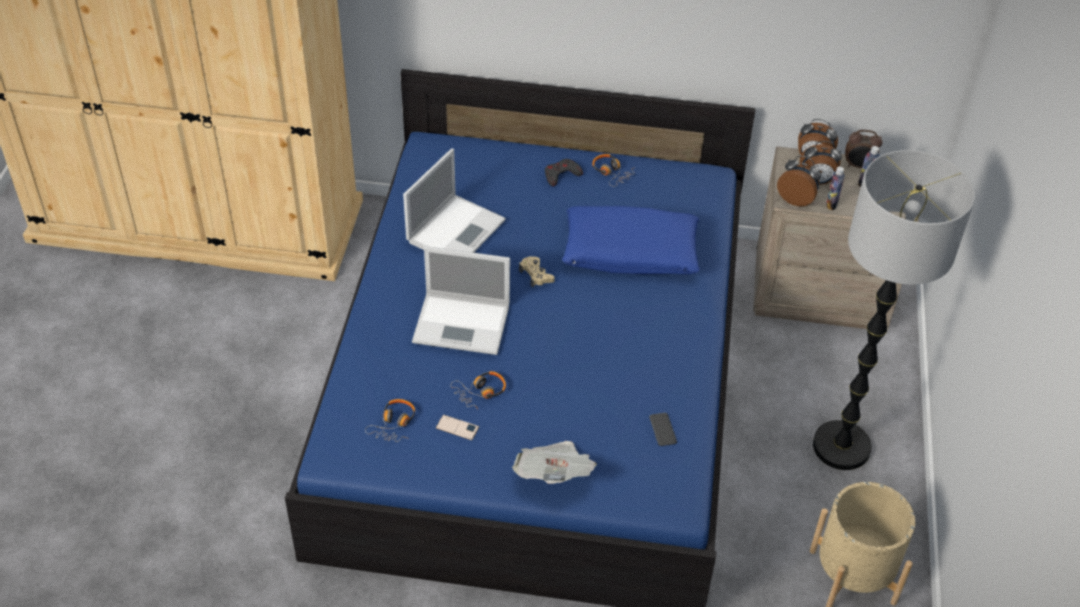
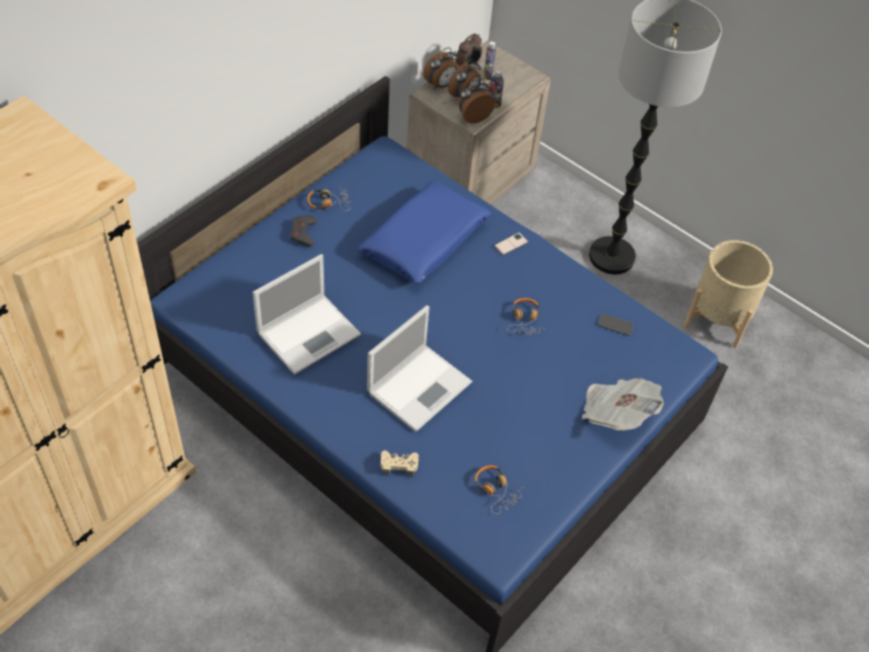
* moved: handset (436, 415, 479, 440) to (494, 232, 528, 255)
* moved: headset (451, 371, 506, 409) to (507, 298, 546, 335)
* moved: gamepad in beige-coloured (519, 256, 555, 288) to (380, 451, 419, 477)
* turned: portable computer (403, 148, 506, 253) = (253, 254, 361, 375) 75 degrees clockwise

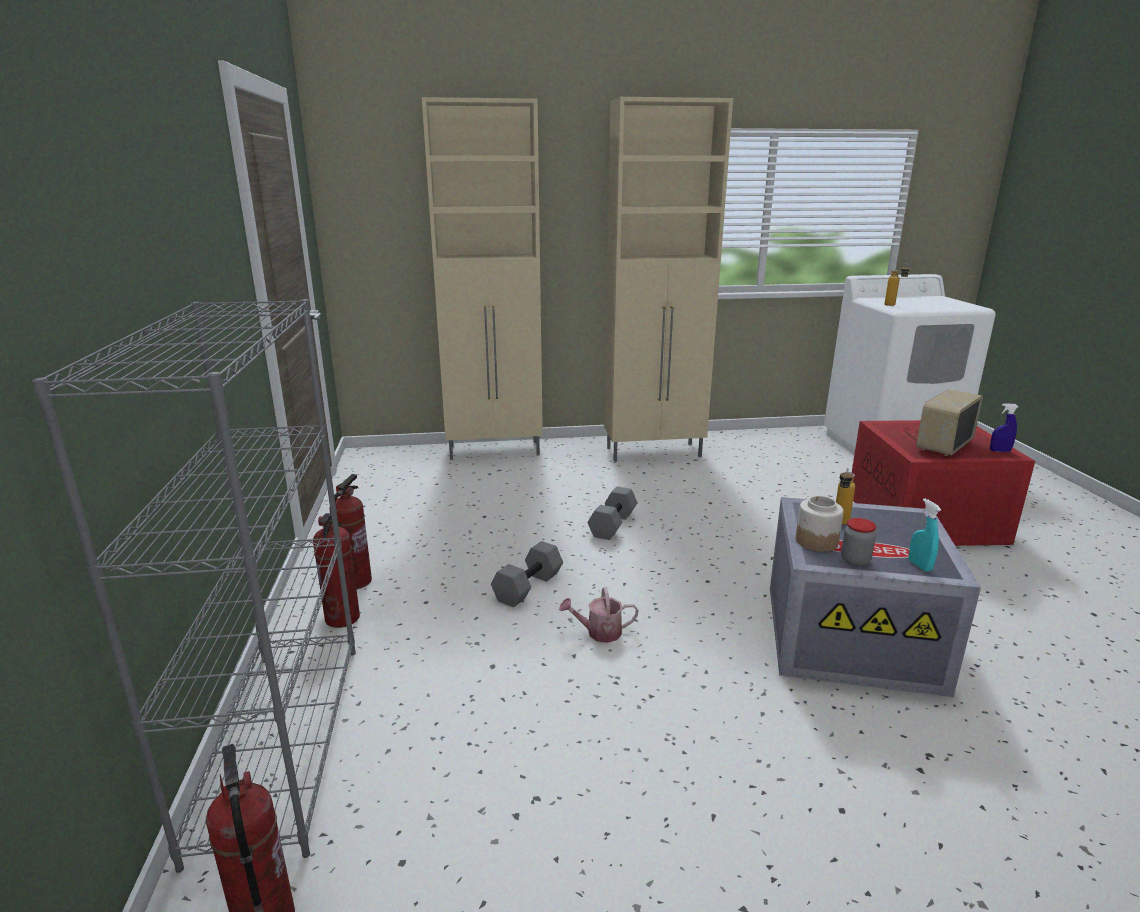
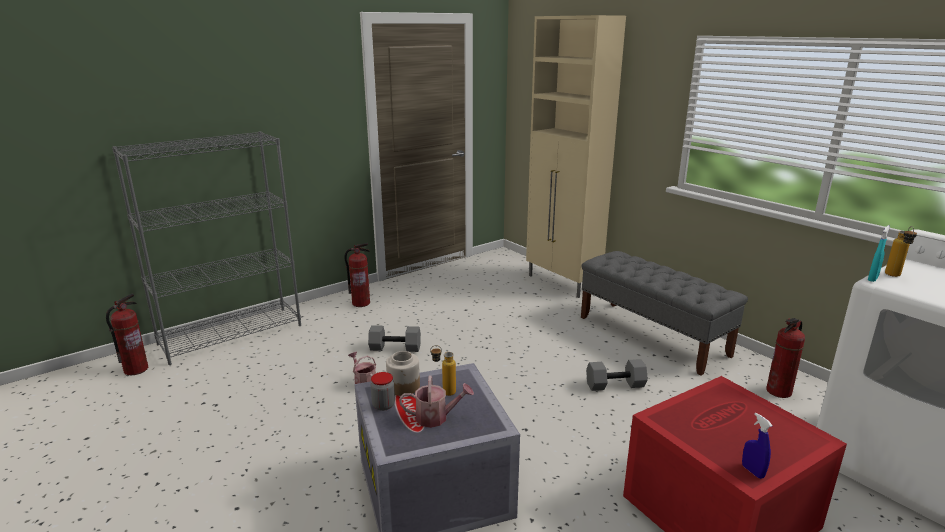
* removed: radio set (916, 389, 983, 456)
* added: watering can (399, 375, 474, 428)
* moved: fire extinguisher (313, 513, 360, 628) to (766, 318, 805, 398)
* moved: hand weight in gray (587, 486, 638, 540) to (586, 359, 648, 391)
* moved: hand sprayer in blue-green (909, 498, 941, 572) to (868, 225, 890, 282)
* replaced: cupboard in beige-coloured (604, 97, 733, 462) to bench in gray (581, 251, 748, 376)

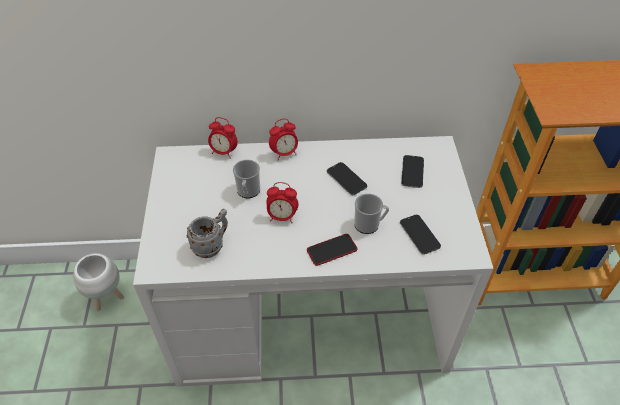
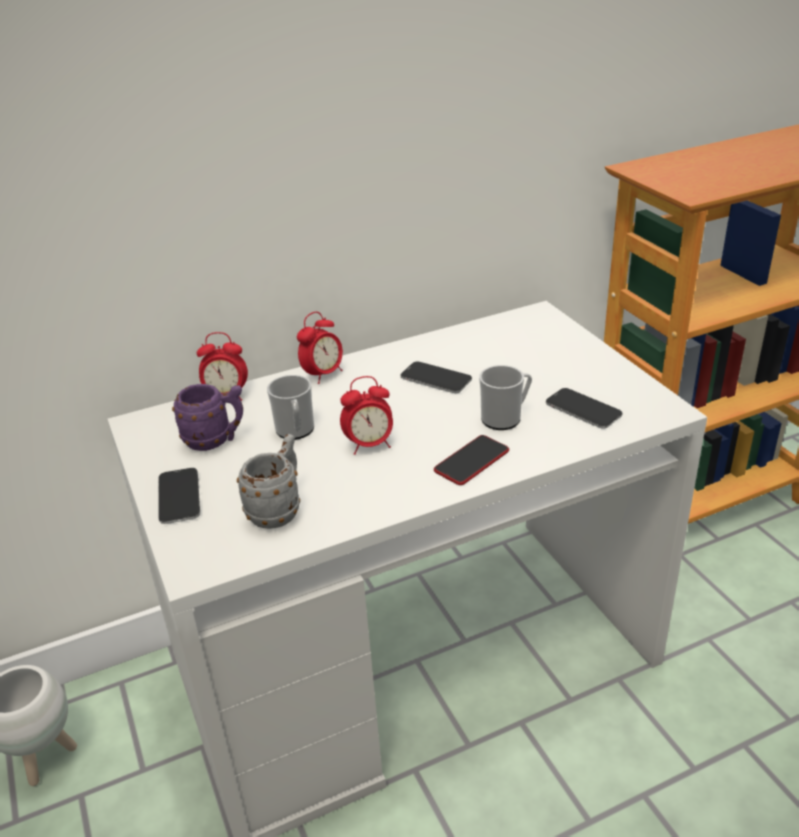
* added: tea mug in purple (172, 384, 243, 451)
* moved: handset (401, 155, 424, 188) to (158, 468, 200, 524)

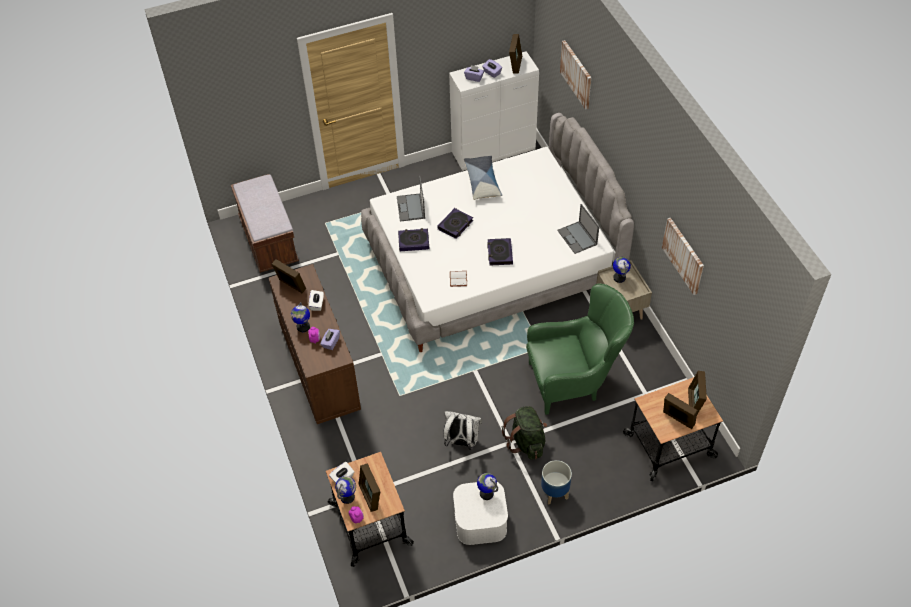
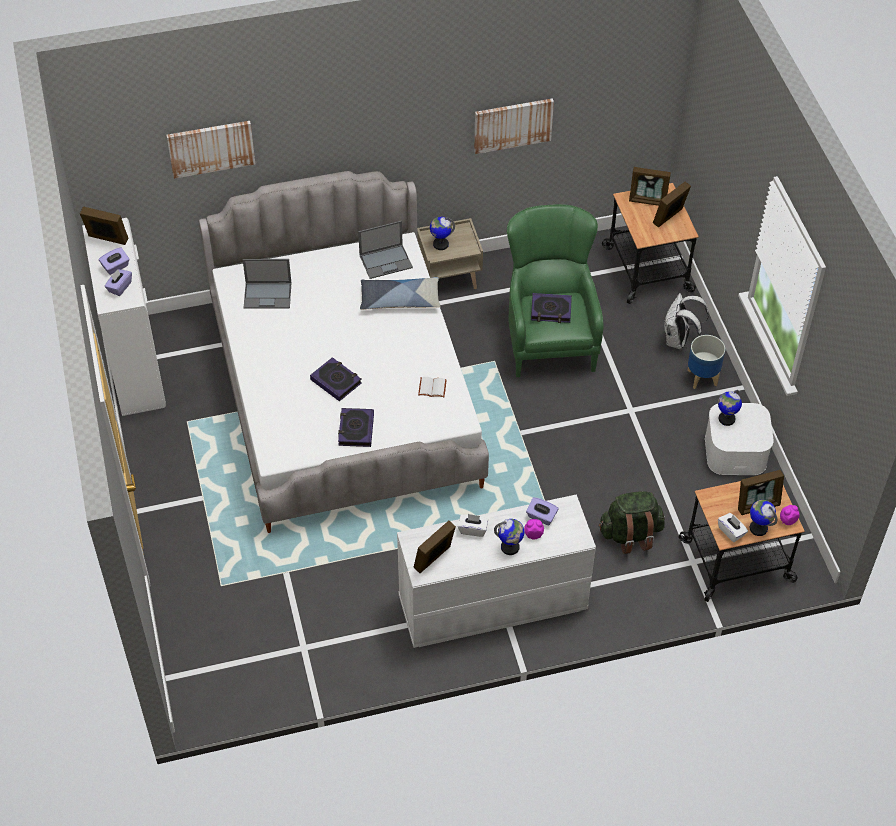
* removed: bench in brown (231, 174, 299, 273)
* moved: portable computer (397, 176, 425, 221) to (243, 259, 291, 309)
* moved: backpack in whitish (443, 411, 482, 450) to (664, 293, 709, 349)
* moved: throw pillow (464, 156, 502, 200) to (360, 277, 440, 310)
* moved: bound book (488, 238, 513, 266) to (531, 293, 572, 323)
* moved: backpack in green (502, 406, 547, 460) to (599, 491, 665, 554)
* recoloured: chest of drawers in brown (269, 264, 361, 424) to chest of drawers in whitish (397, 494, 596, 648)

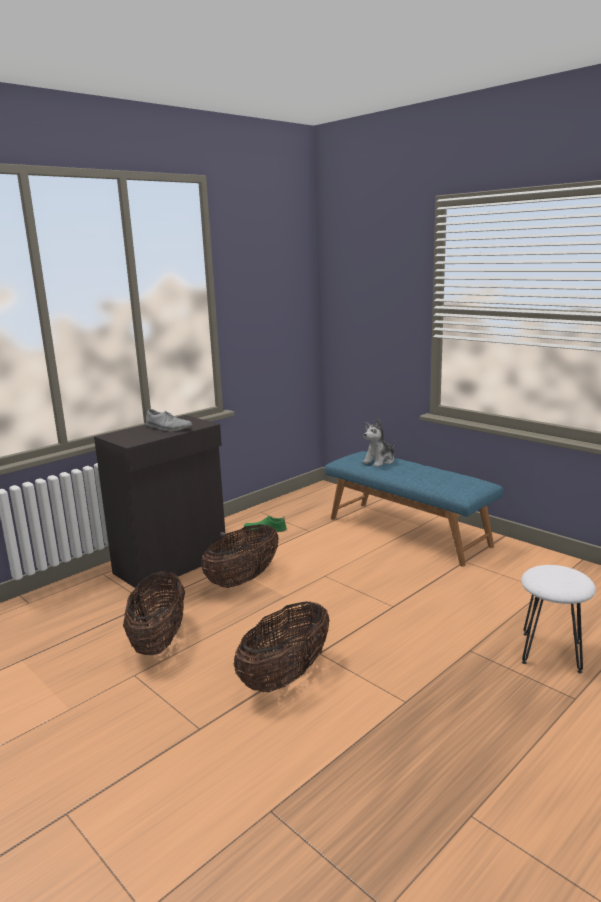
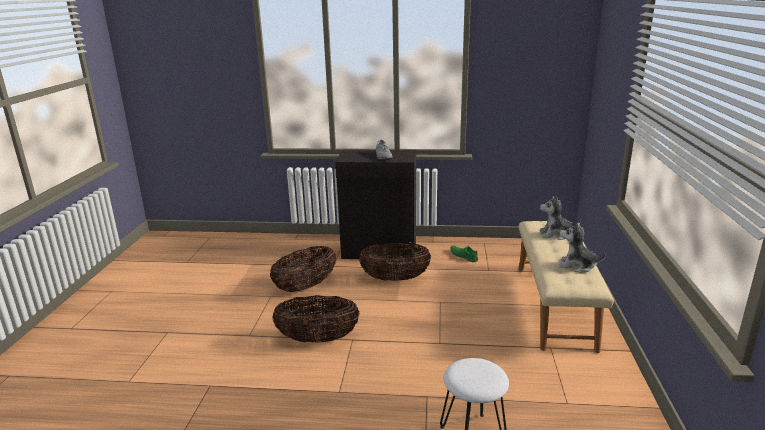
* added: plush toy (559, 223, 606, 272)
* recoloured: bench in blue (325, 451, 503, 567) to bench in beige-coloured (519, 221, 614, 353)

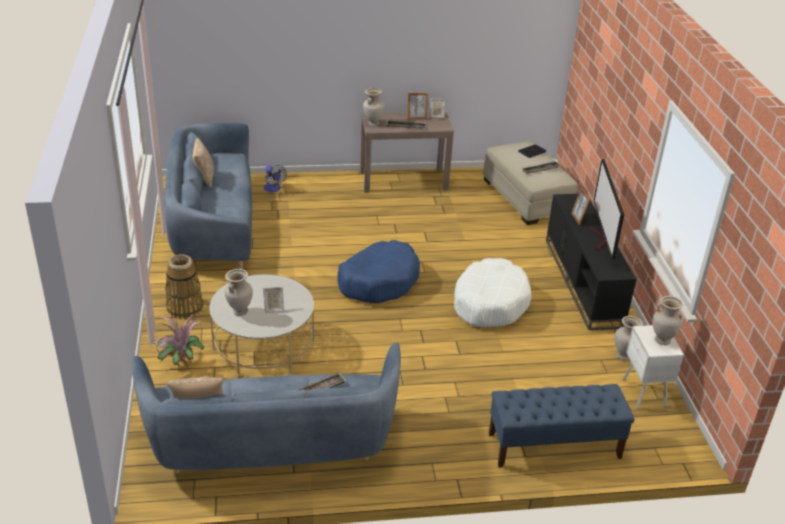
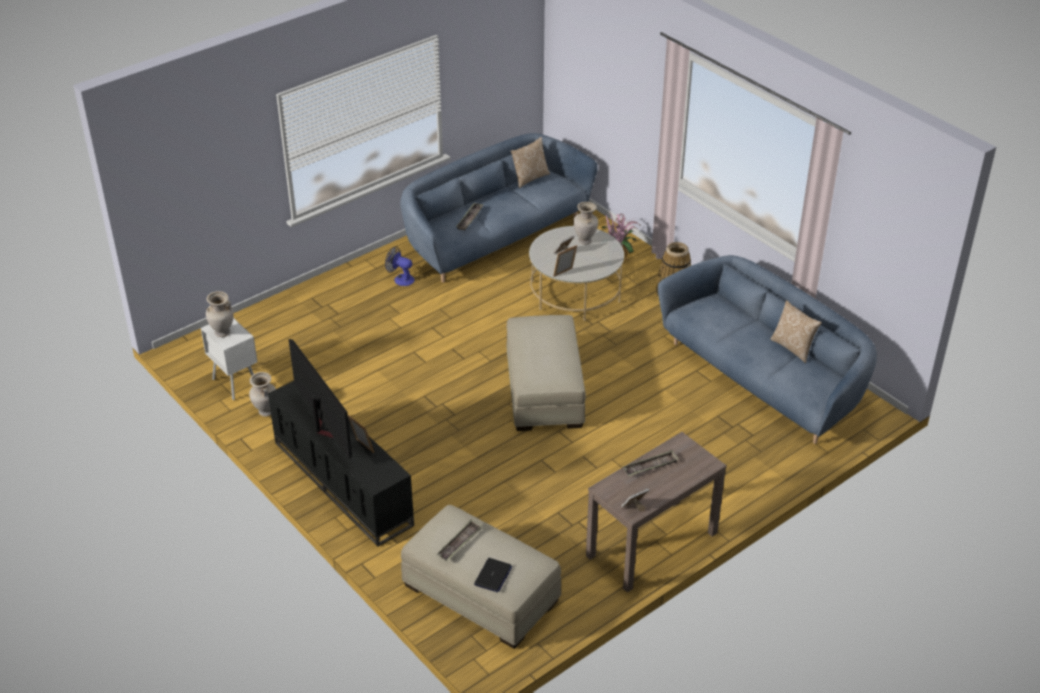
* removed: decorative vase in beige-coloured (363, 88, 385, 126)
* removed: pet bed in whitish (454, 258, 531, 327)
* removed: bench in blue (489, 384, 634, 467)
* moved: fan (264, 165, 287, 192) to (385, 246, 415, 286)
* moved: picture frame (407, 93, 428, 119) to (553, 245, 577, 277)
* replaced: pet bed in blue (337, 240, 420, 303) to pouffe in beige-coloured (506, 315, 586, 431)

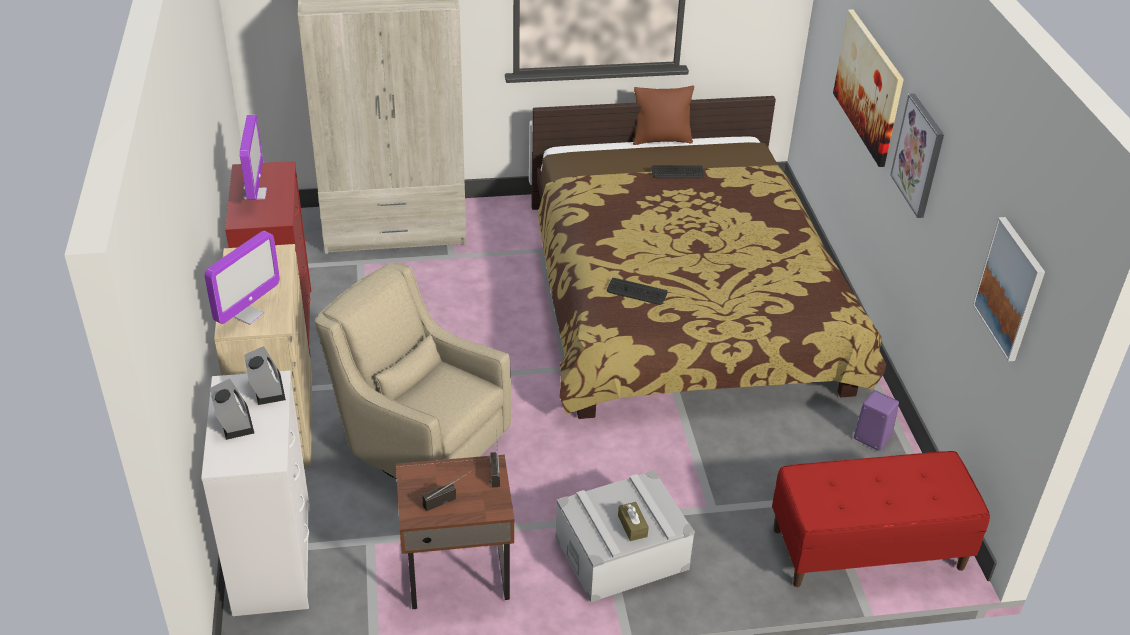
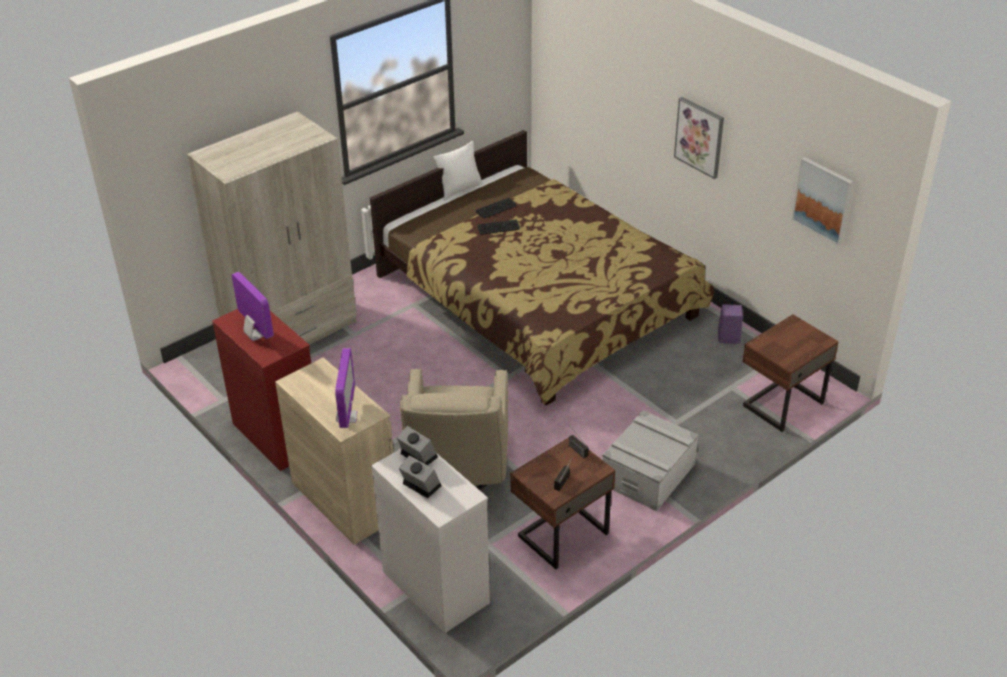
* removed: tissue holder in brown (618, 502, 649, 541)
* removed: wall art (833, 9, 904, 167)
* moved: PC keyboard (607, 278, 667, 305) to (477, 220, 520, 234)
* replaced: bench in red-coloured (772, 451, 990, 587) to bedside table in brown (743, 314, 839, 432)
* recoloured: throw pillow in brown (633, 86, 694, 145) to throw pillow in whitish (434, 141, 483, 201)
* turned: lounge chair in beige-coloured (315, 263, 511, 479) = (400, 369, 508, 490) 90 degrees counterclockwise

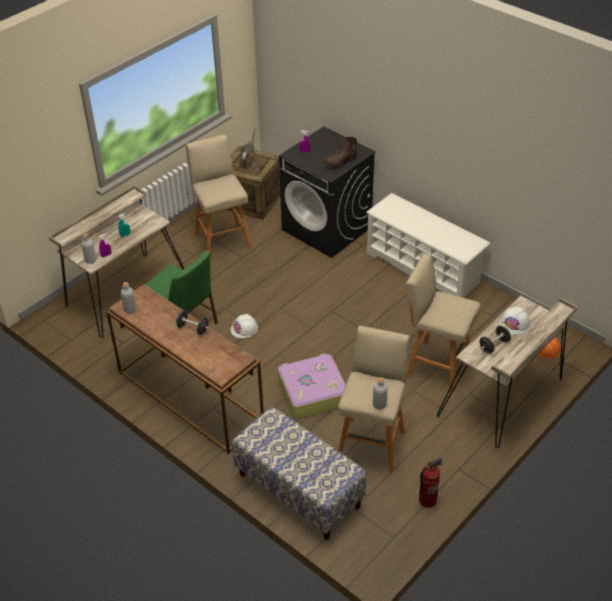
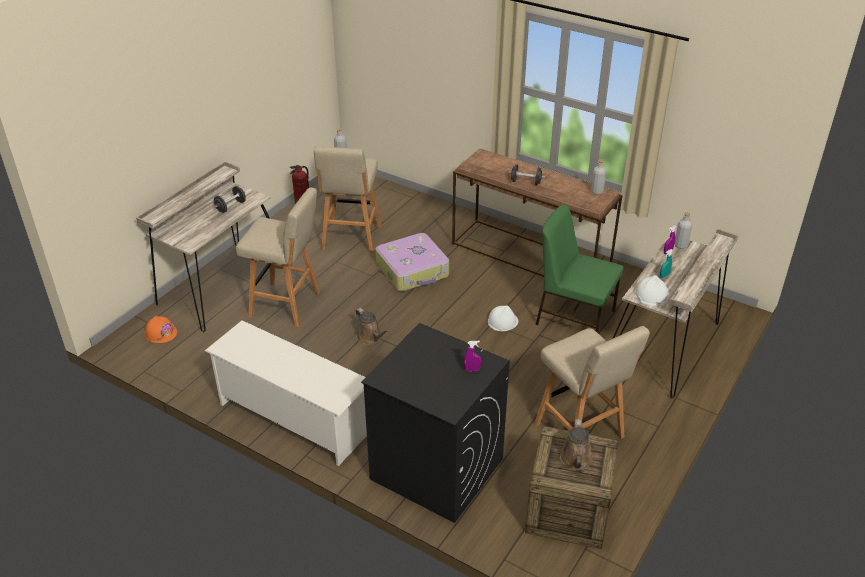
* removed: bench (232, 407, 367, 540)
* removed: boot in brown (324, 137, 358, 169)
* added: watering can in brown (356, 308, 389, 345)
* moved: work helmet in whitish (500, 306, 530, 335) to (635, 275, 669, 306)

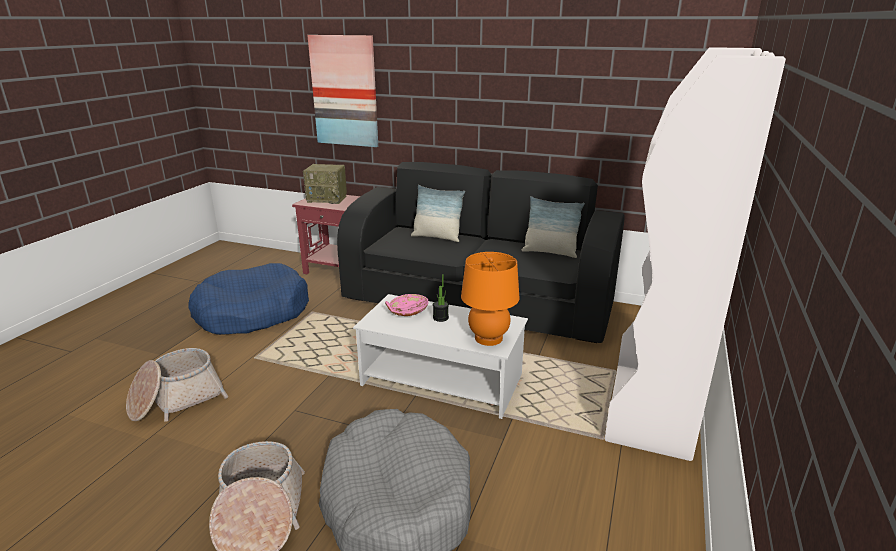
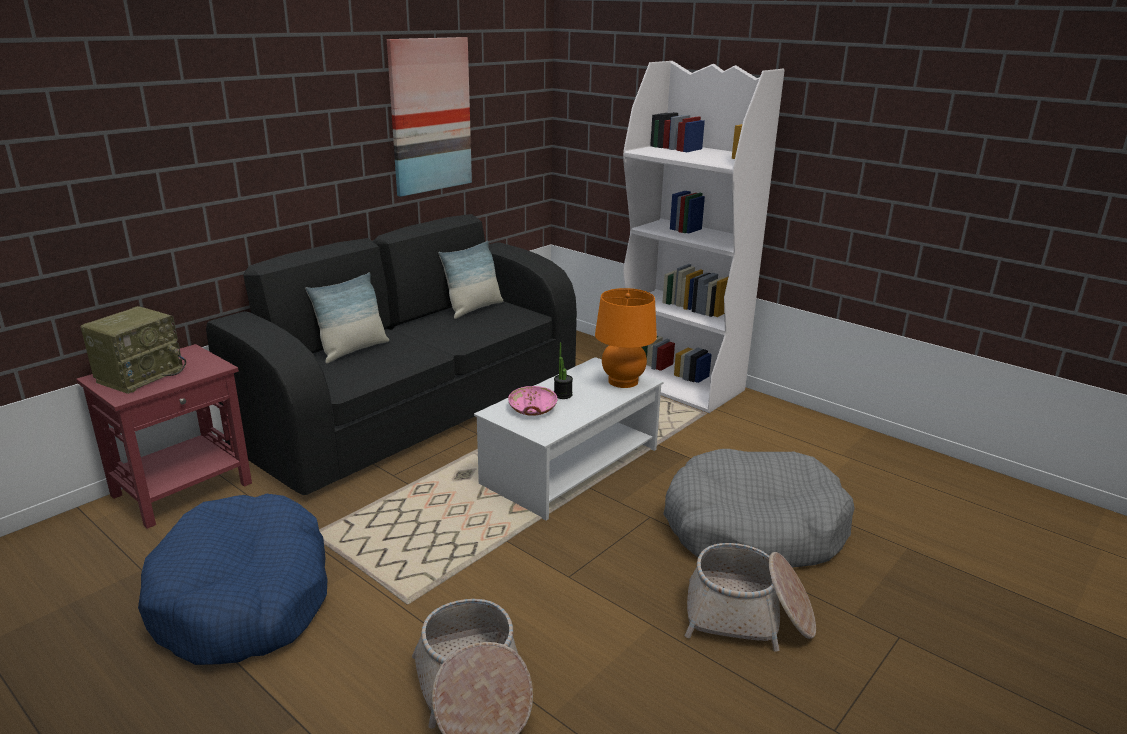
* moved: wall art (307, 35, 378, 147) to (387, 37, 472, 197)

